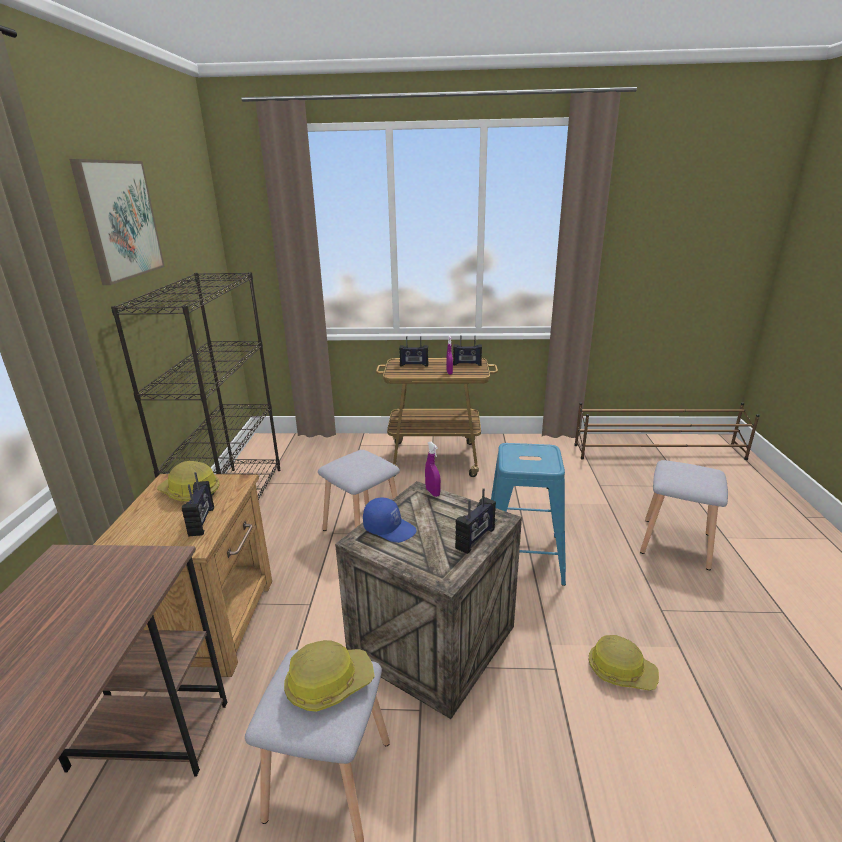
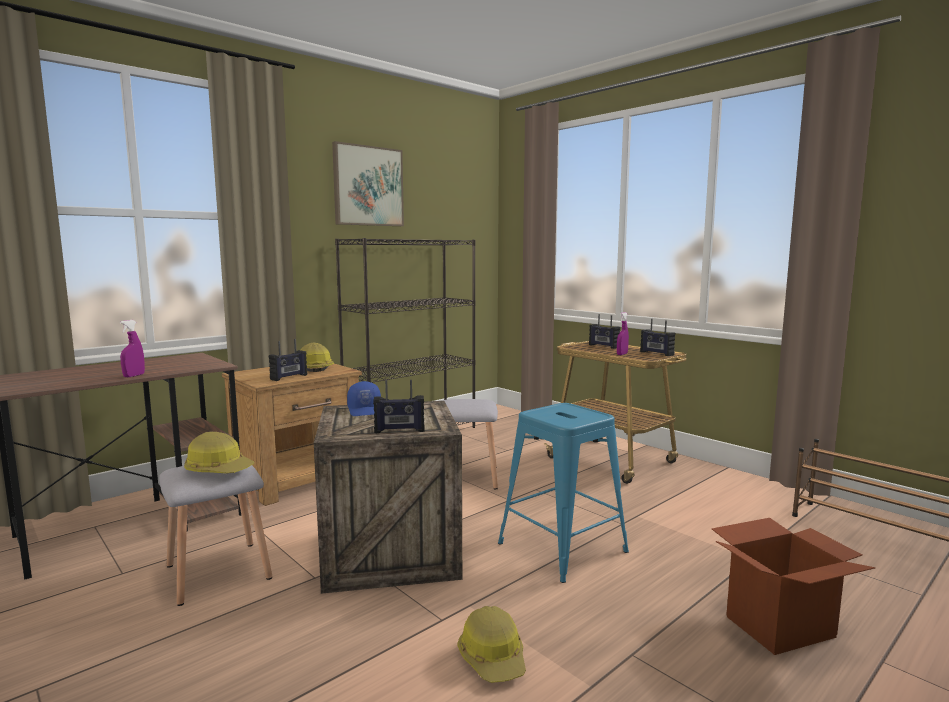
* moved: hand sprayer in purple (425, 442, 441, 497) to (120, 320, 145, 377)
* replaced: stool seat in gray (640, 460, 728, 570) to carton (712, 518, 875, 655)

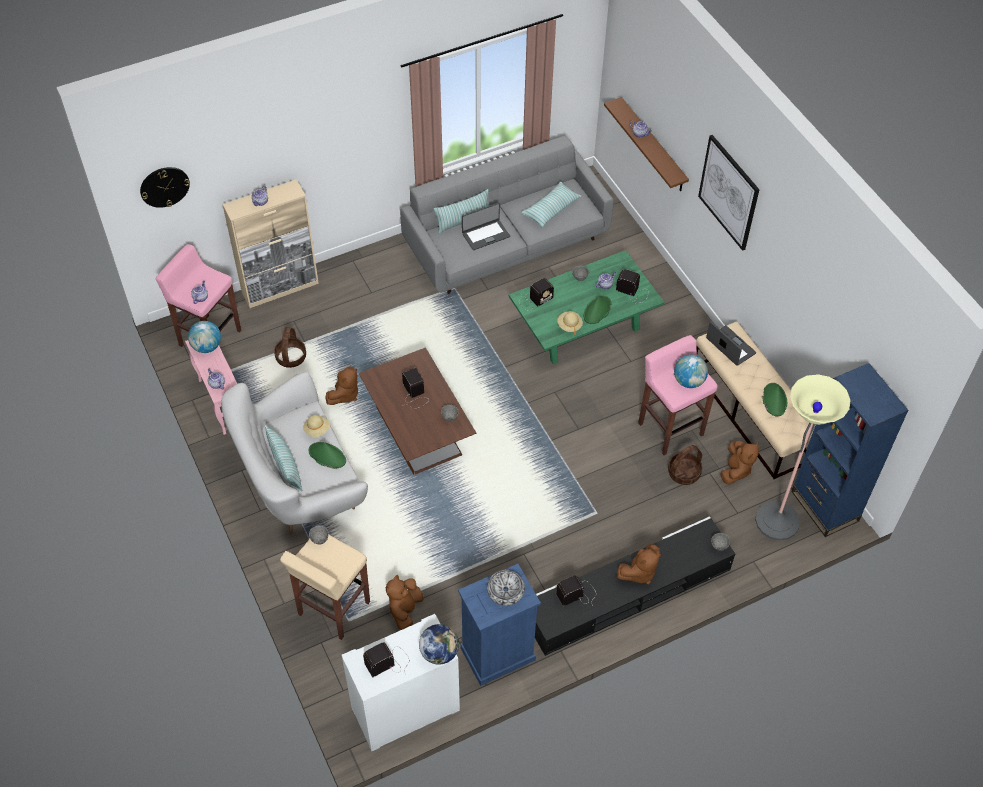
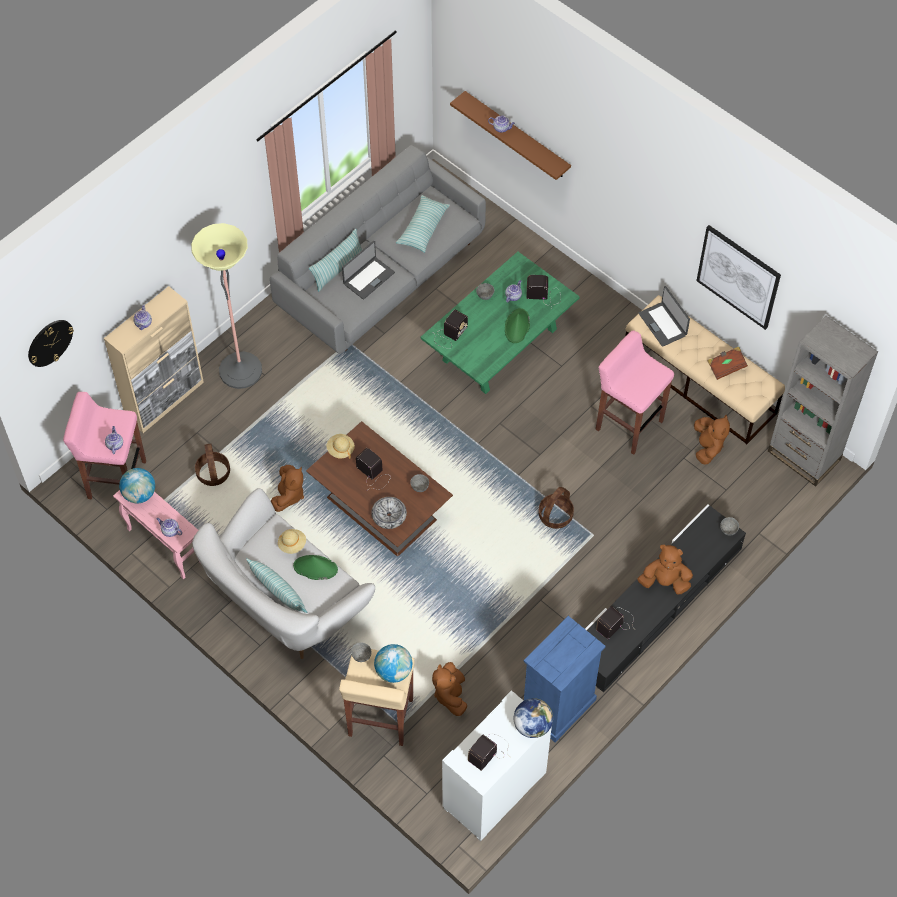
* moved: bowl (487, 570, 525, 606) to (371, 497, 407, 529)
* moved: wearable hat in beige-coloured (557, 311, 583, 335) to (326, 434, 355, 459)
* moved: household basket (668, 445, 702, 485) to (538, 487, 574, 529)
* moved: globe (674, 355, 708, 388) to (374, 644, 412, 683)
* moved: wall art (698, 135, 759, 251) to (696, 225, 781, 330)
* moved: standard lamp (755, 374, 851, 540) to (191, 223, 262, 389)
* replaced: wearable hat in green (763, 383, 787, 416) to bound book in brown (707, 347, 748, 380)
* recoloured: bookcase in blue (791, 363, 909, 537) to bookcase in gray (768, 316, 878, 487)
* turned: plush toy in brown (617, 544, 661, 584) = (637, 545, 693, 595) 120 degrees counterclockwise
* turned: portable computer (706, 321, 756, 366) = (639, 286, 690, 347) 150 degrees counterclockwise

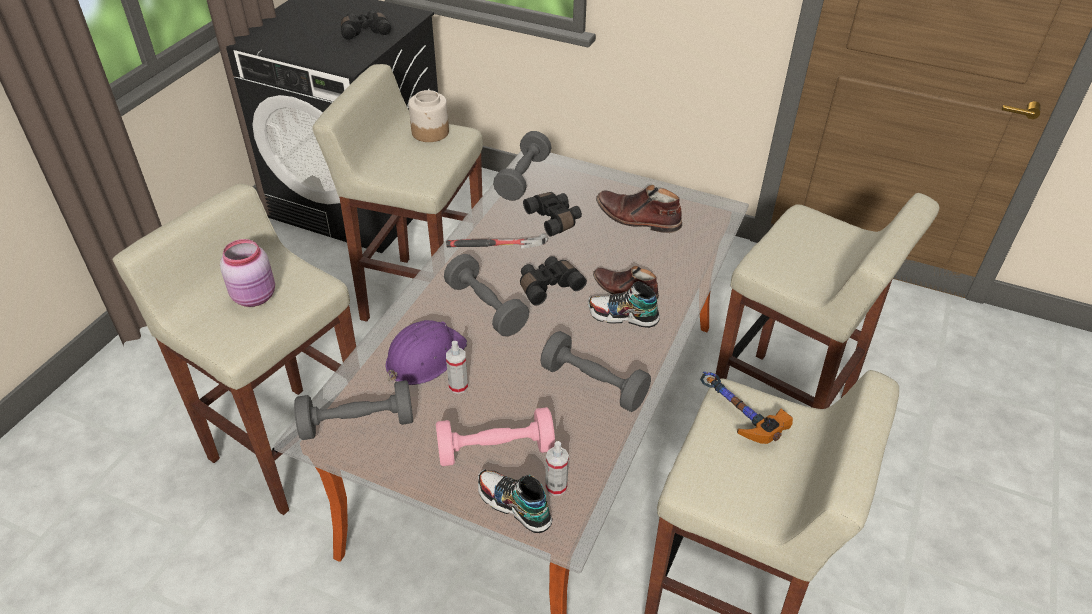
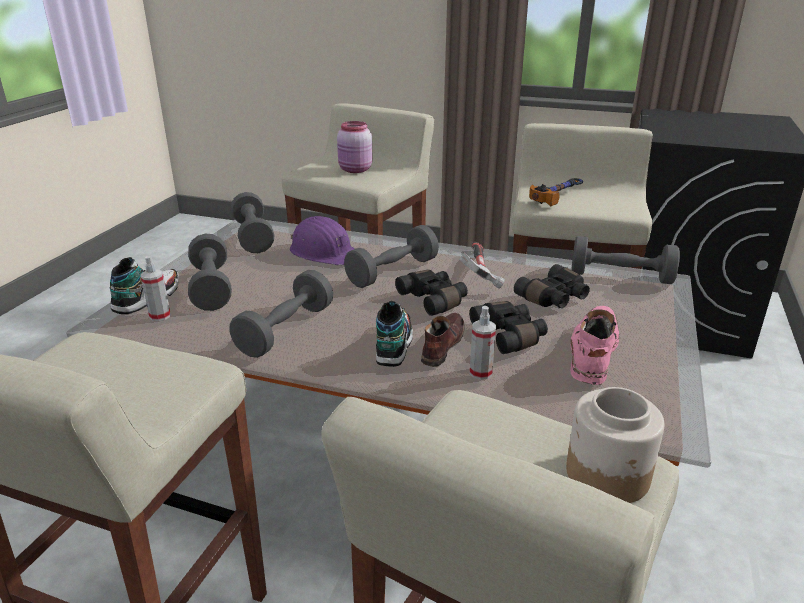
* moved: field glasses in blackish (341, 10, 392, 40) to (469, 301, 548, 354)
* moved: preserve jar (408, 90, 449, 142) to (566, 387, 665, 503)
* moved: hand sprayer (446, 341, 468, 394) to (470, 306, 496, 380)
* moved: tool hammer (700, 372, 793, 444) to (529, 178, 584, 206)
* recoloured: hand weight in pink (436, 407, 555, 467) to hand weight in gray (188, 234, 232, 311)
* recoloured: boot in brown (596, 185, 682, 233) to boot in pink (570, 306, 619, 385)

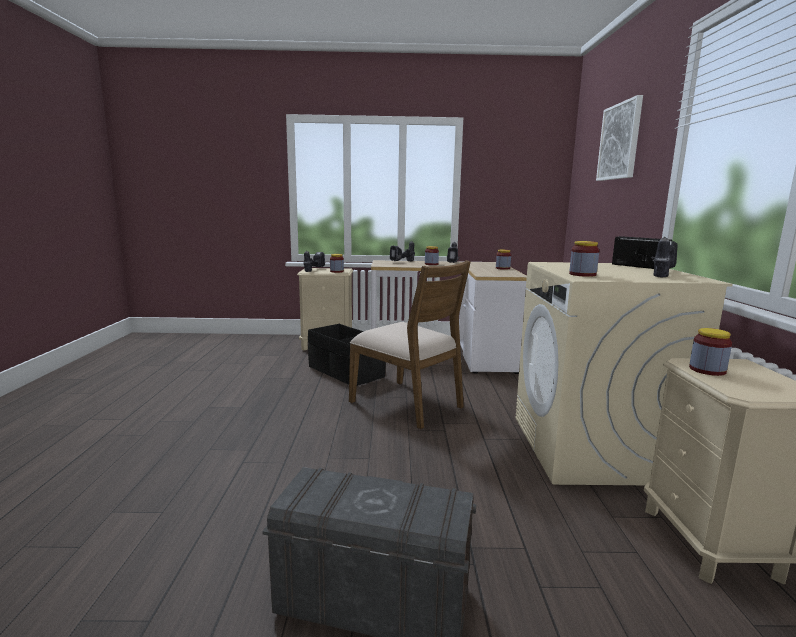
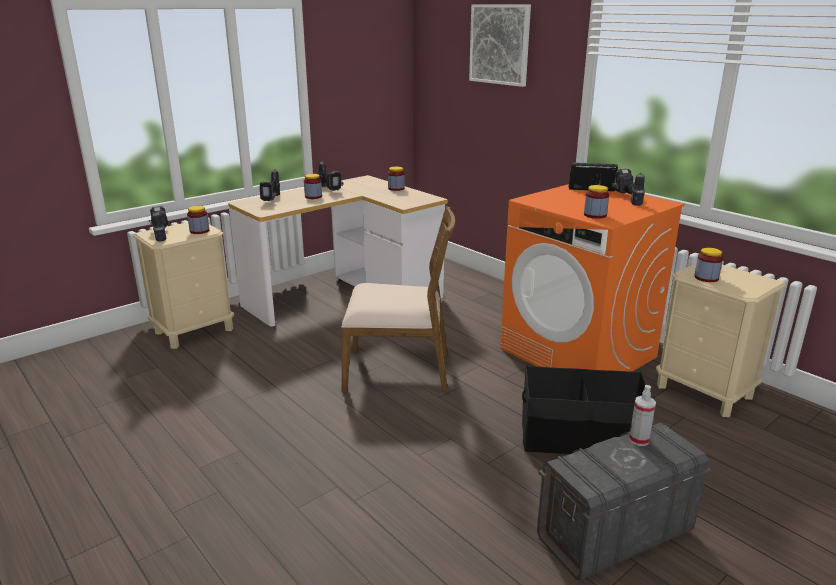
* added: hand sprayer (629, 385, 656, 446)
* moved: storage box in blackish (308, 324, 385, 386) to (522, 366, 646, 455)
* recoloured: laundry appliance in beige-coloured (515, 262, 733, 485) to laundry appliance in orangey (500, 184, 684, 372)

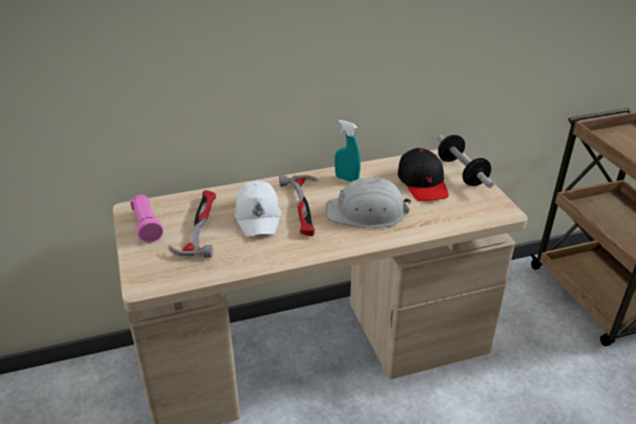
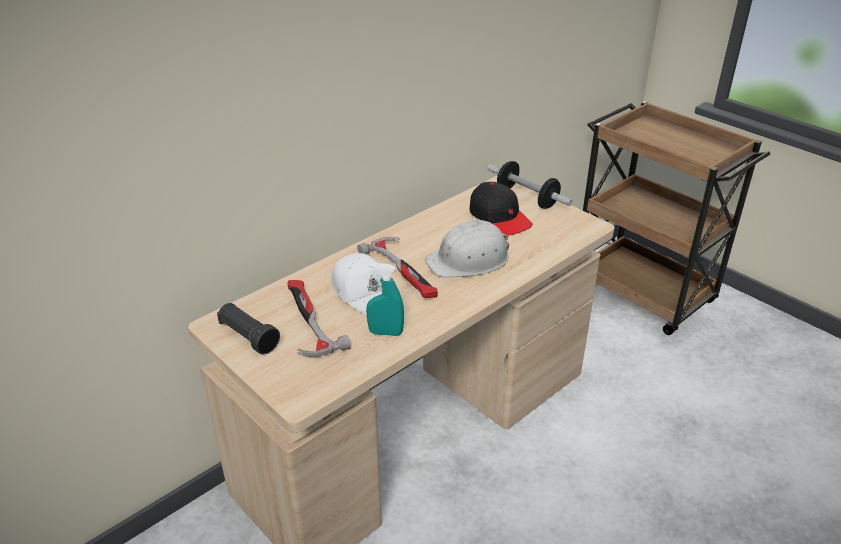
* moved: hand sprayer in blue-green (335, 120, 361, 182) to (366, 263, 404, 336)
* recoloured: hand torch in pink (130, 195, 163, 243) to hand torch in blackish (217, 303, 280, 355)

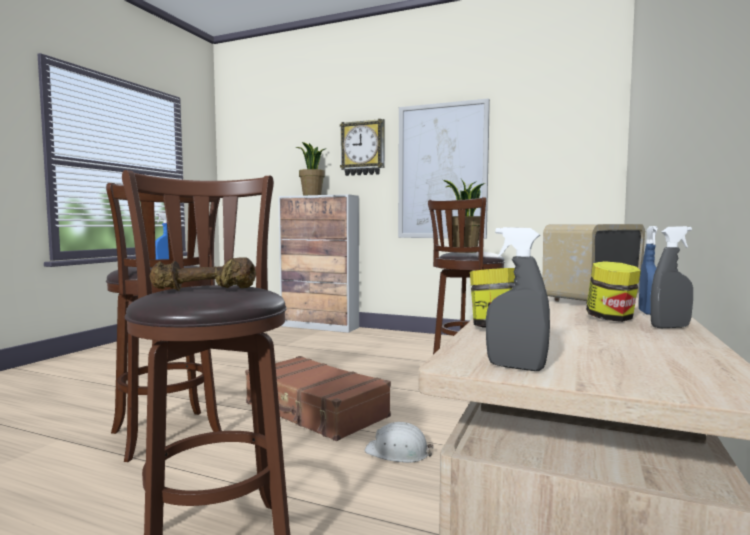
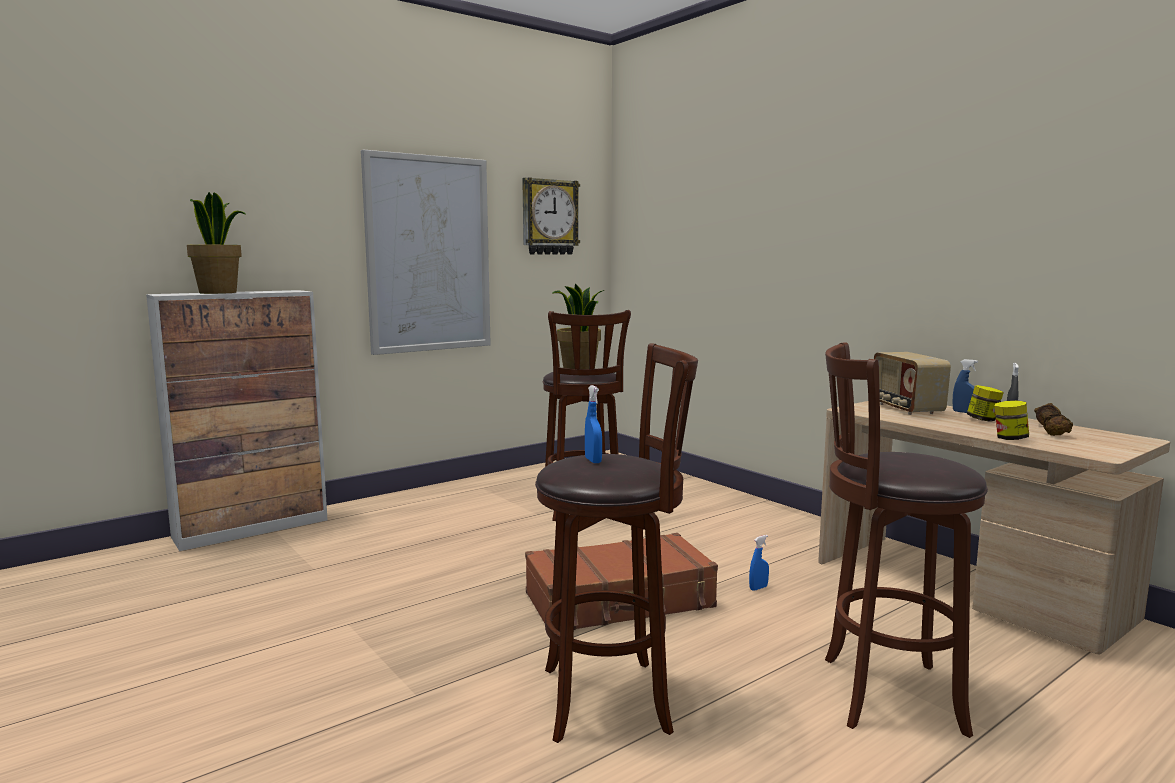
* removed: hand sprayer in gray (486, 227, 550, 371)
* moved: hand weight in brown (150, 257, 256, 291) to (1034, 403, 1073, 436)
* moved: wall clock (340, 119, 385, 176) to (522, 177, 580, 255)
* replaced: work helmet in whitish (365, 422, 434, 463) to hand sprayer in blue (749, 535, 769, 591)

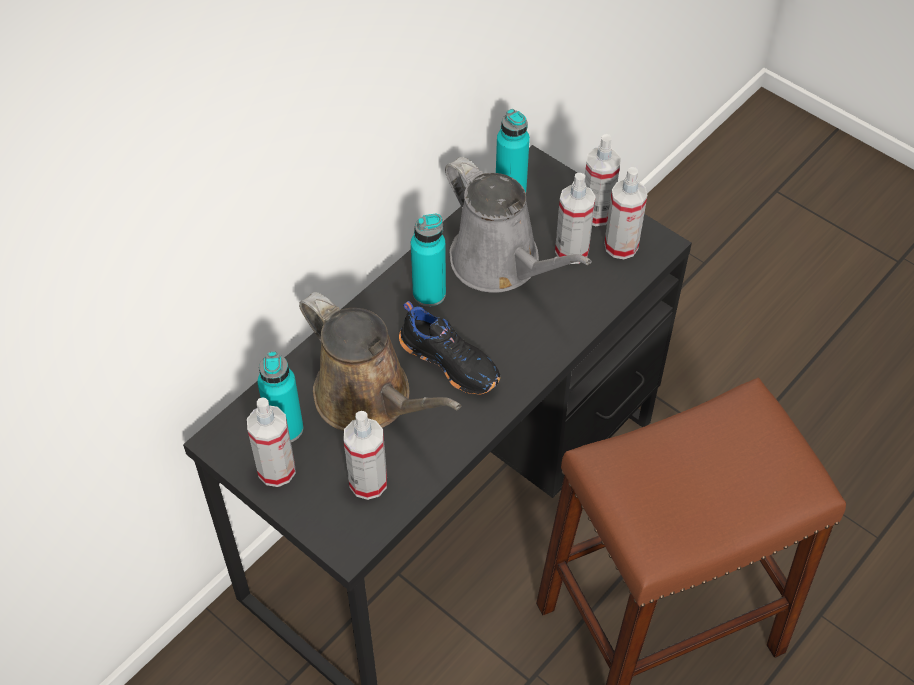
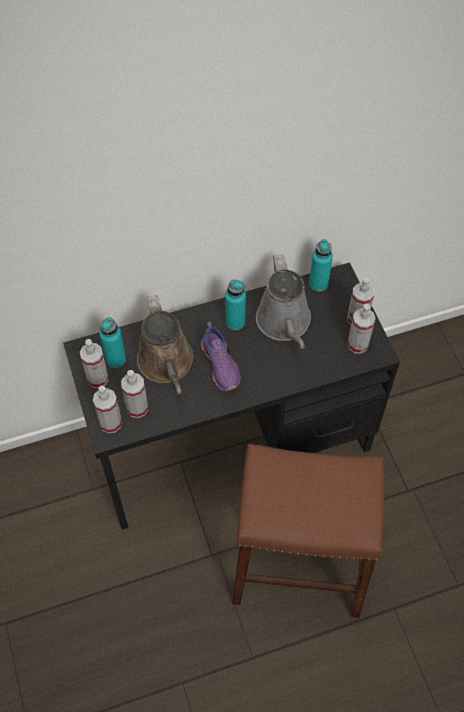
* moved: hand sprayer (555, 173, 596, 264) to (93, 386, 122, 433)
* recoloured: shoe in blackish (399, 301, 500, 395) to shoe in purple (201, 322, 240, 391)

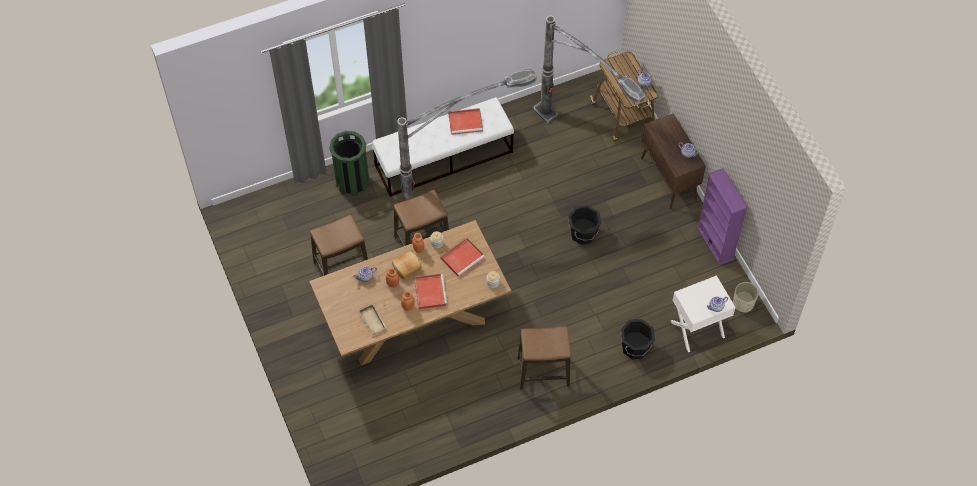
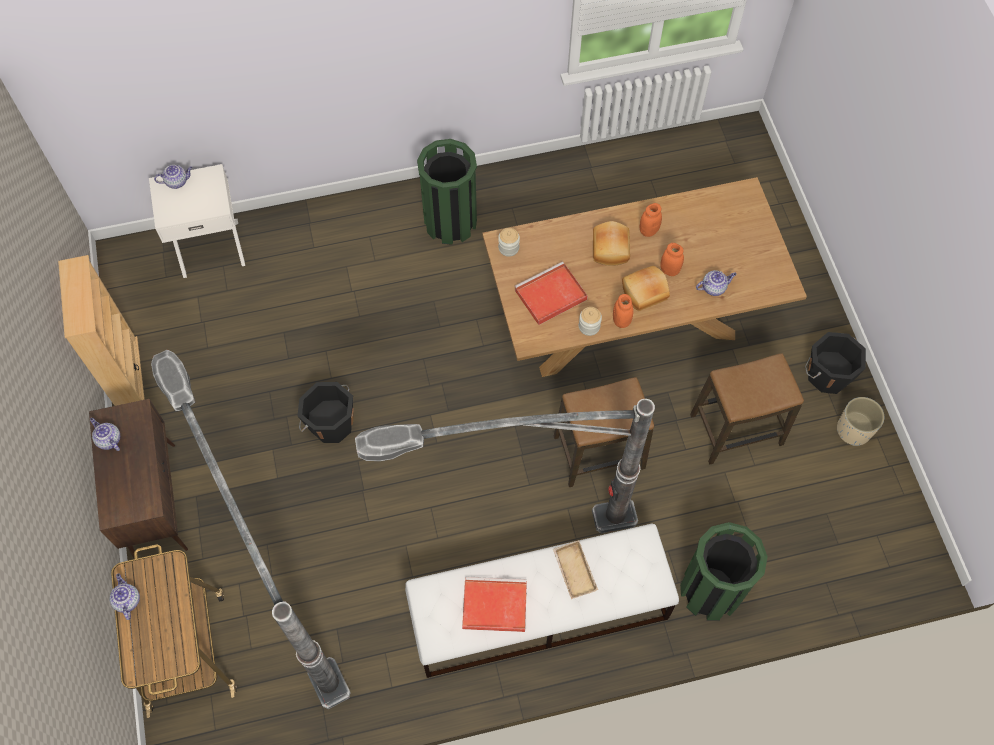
* moved: serving tray in beige-coloured (359, 304, 387, 335) to (552, 540, 598, 599)
* moved: bucket in blackish (621, 319, 655, 359) to (805, 332, 866, 394)
* moved: flower pot in beige-coloured (733, 282, 759, 313) to (837, 397, 884, 446)
* replaced: serving tray in red-coloured (414, 274, 447, 309) to baked bread (593, 221, 630, 266)
* replaced: stool seat (518, 326, 571, 389) to trash can in green (417, 139, 477, 245)
* recoloured: bookcase in purple (697, 168, 748, 265) to bookcase in beige-coloured (58, 255, 145, 406)

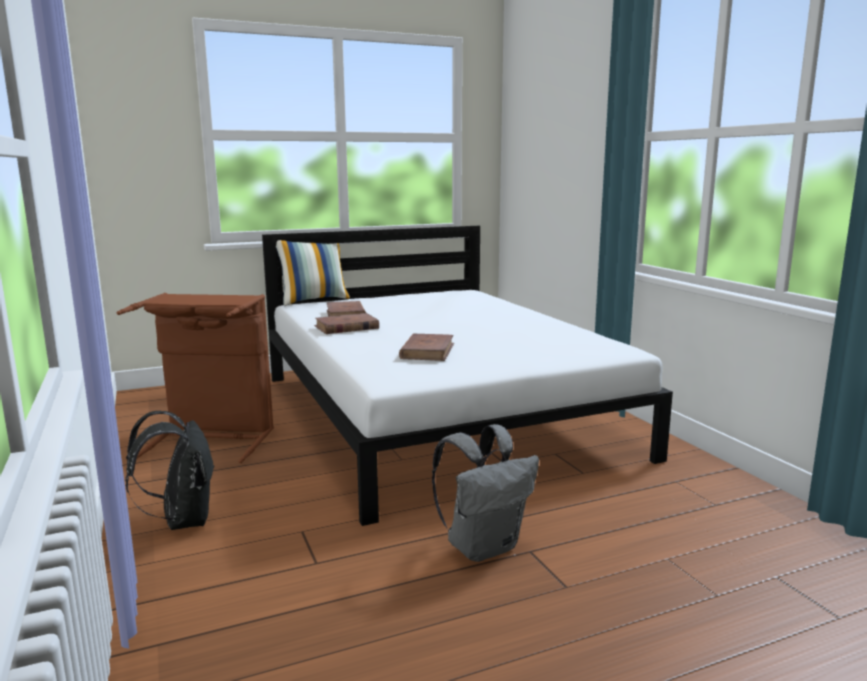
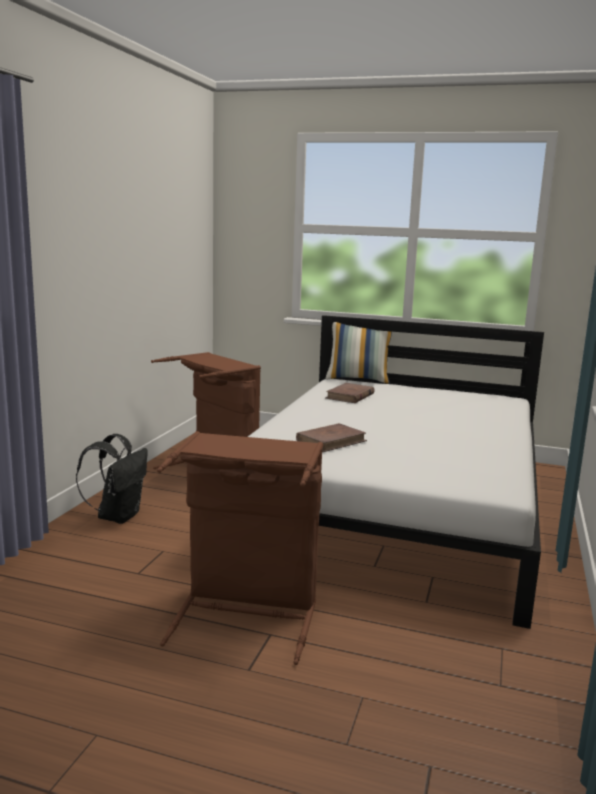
* removed: bound book in brown (314, 313, 379, 334)
* replaced: backpack in gray (432, 424, 539, 562) to hamper in brown (157, 431, 323, 665)

